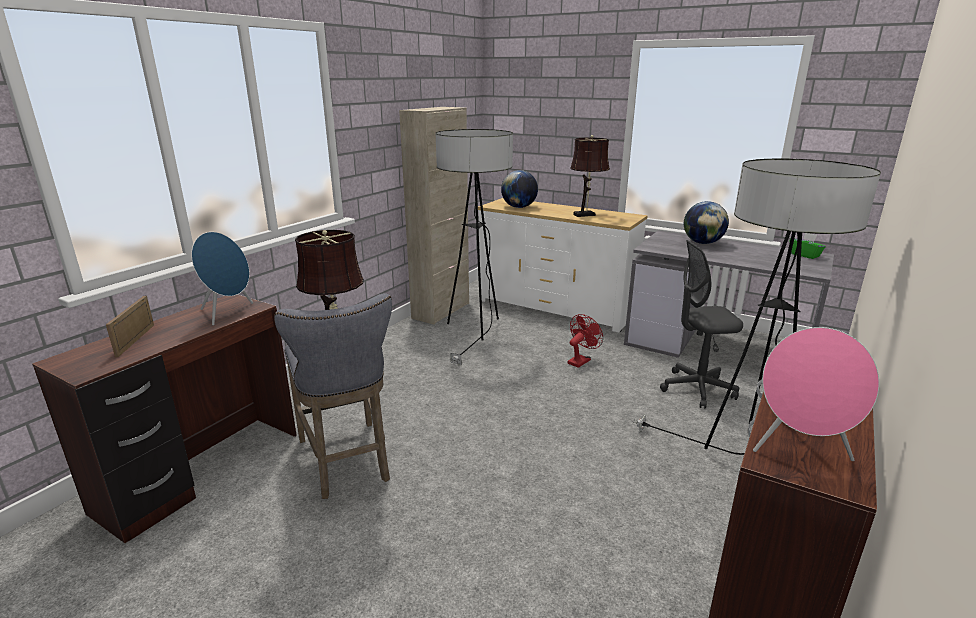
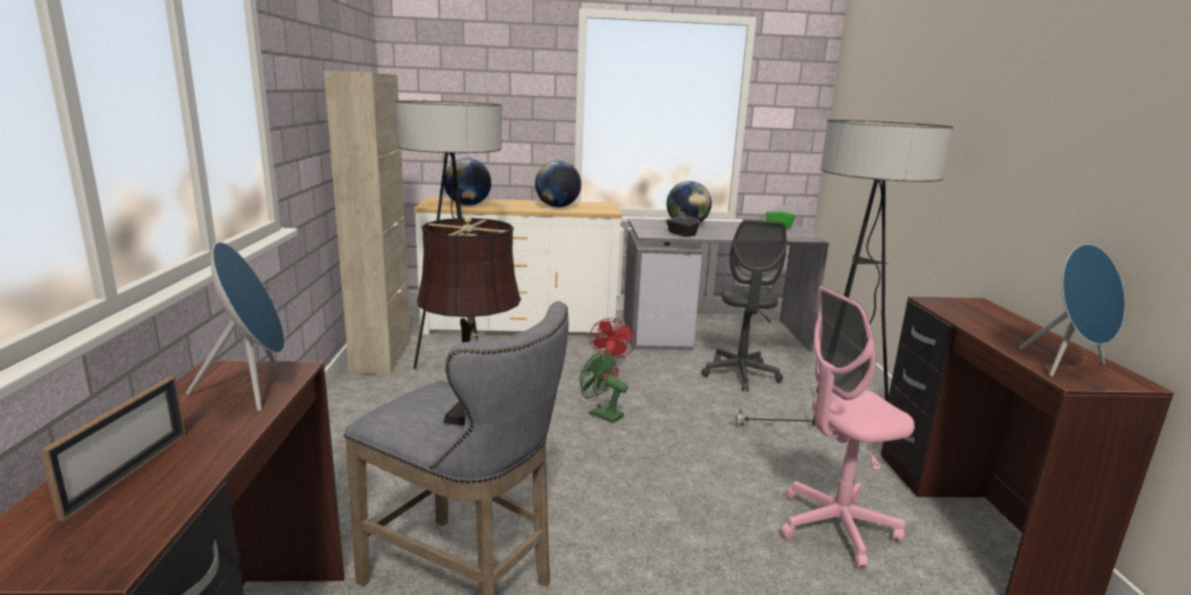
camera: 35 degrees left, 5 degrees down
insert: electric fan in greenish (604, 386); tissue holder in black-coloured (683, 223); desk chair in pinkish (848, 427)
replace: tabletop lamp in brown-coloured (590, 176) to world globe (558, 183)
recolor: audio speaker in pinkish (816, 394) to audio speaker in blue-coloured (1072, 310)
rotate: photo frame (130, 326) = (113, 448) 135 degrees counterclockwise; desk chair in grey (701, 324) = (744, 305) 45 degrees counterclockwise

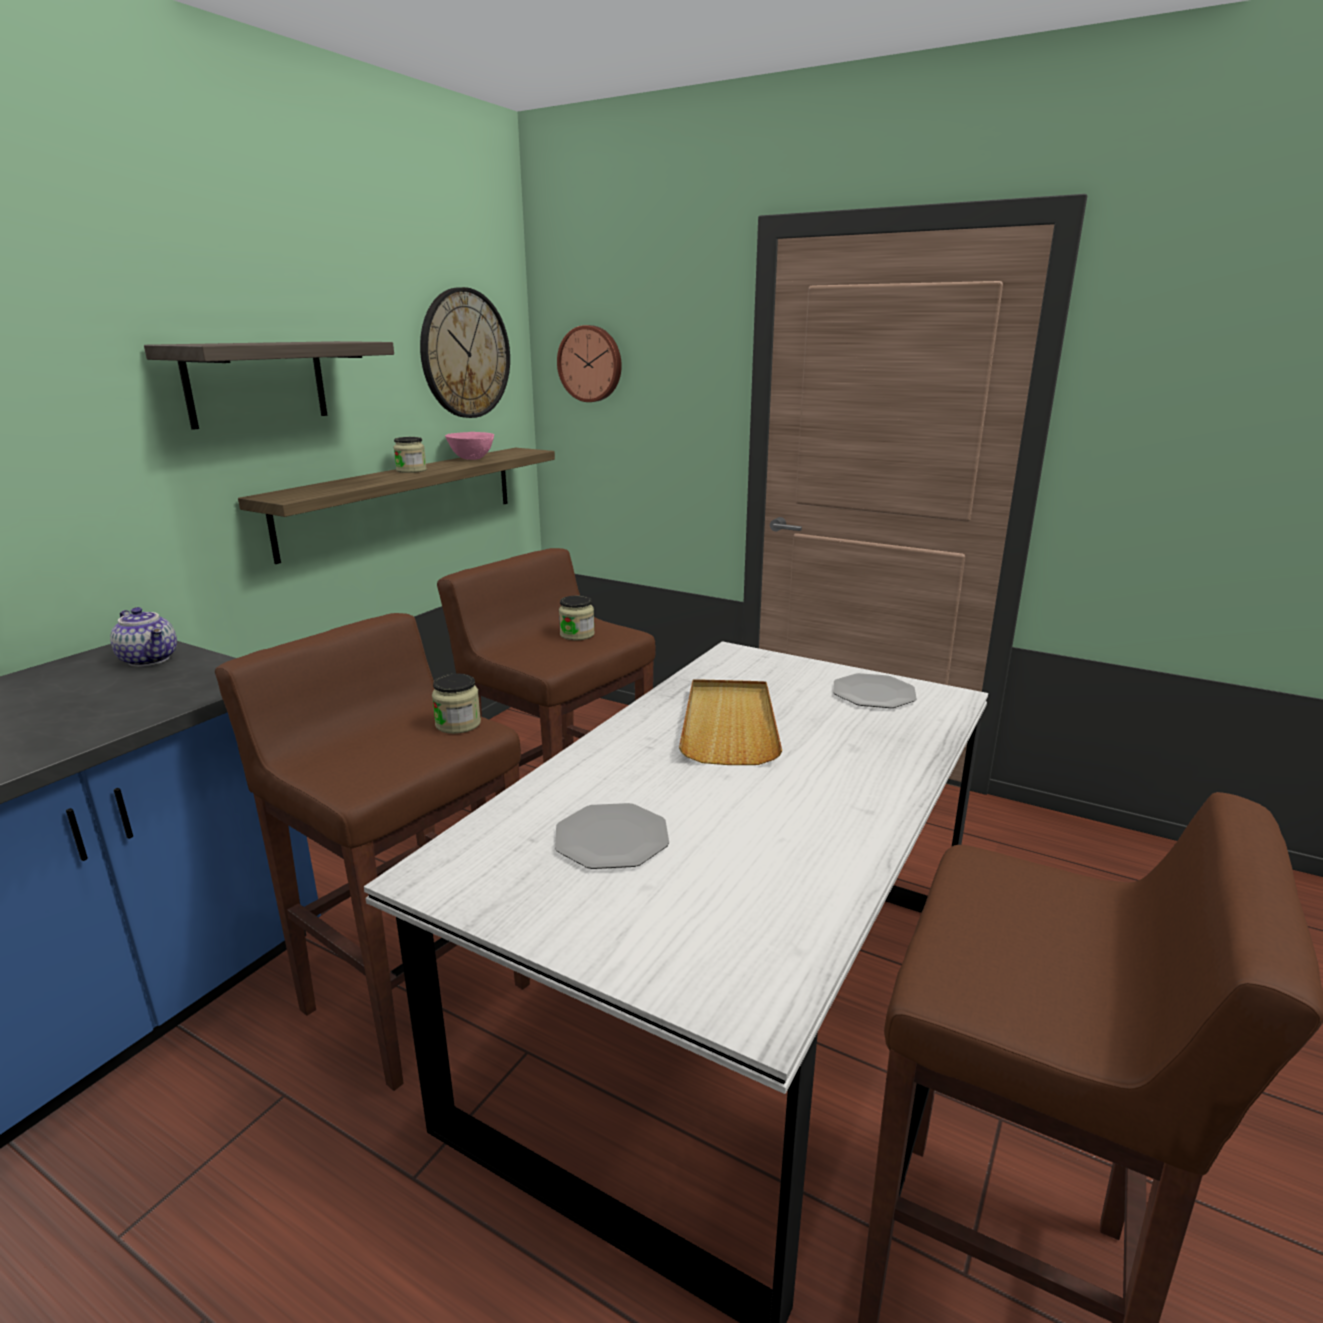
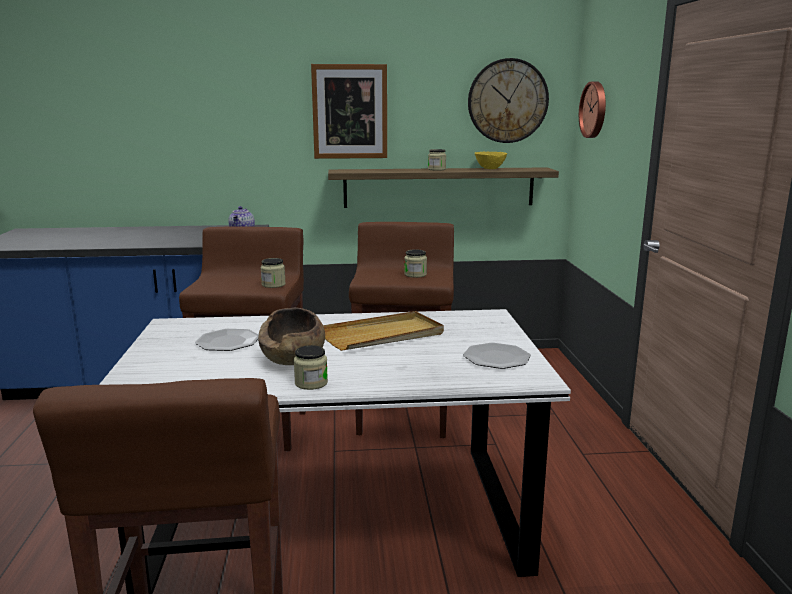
camera: 55 degrees right, 5 degrees down
insert: serving bowl in brown-coloured (291, 336); preserve jar (311, 367)
replace: wall shelf (269, 385) to wall picture (349, 111)
recolor: serving bowl in pinkish (469, 446) to serving bowl in yellowish (491, 160)

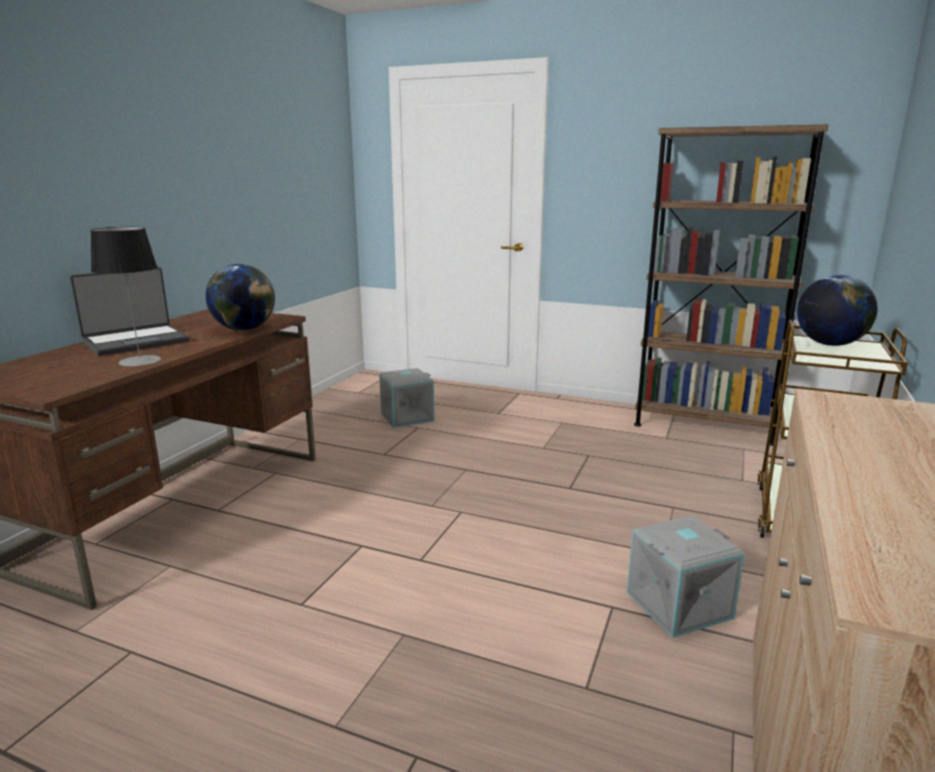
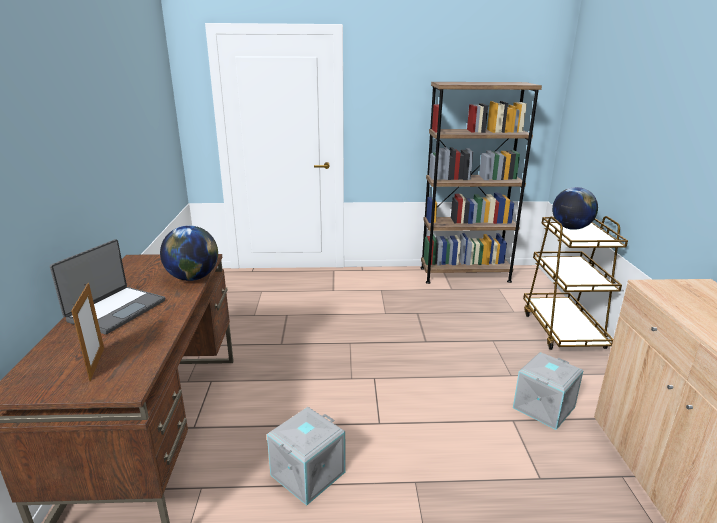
camera: 25 degrees left, 5 degrees up
delete: tabletop lamp (125, 296)
insert: photo frame (87, 332)
move: storage container in grey (406, 398) to (306, 456)

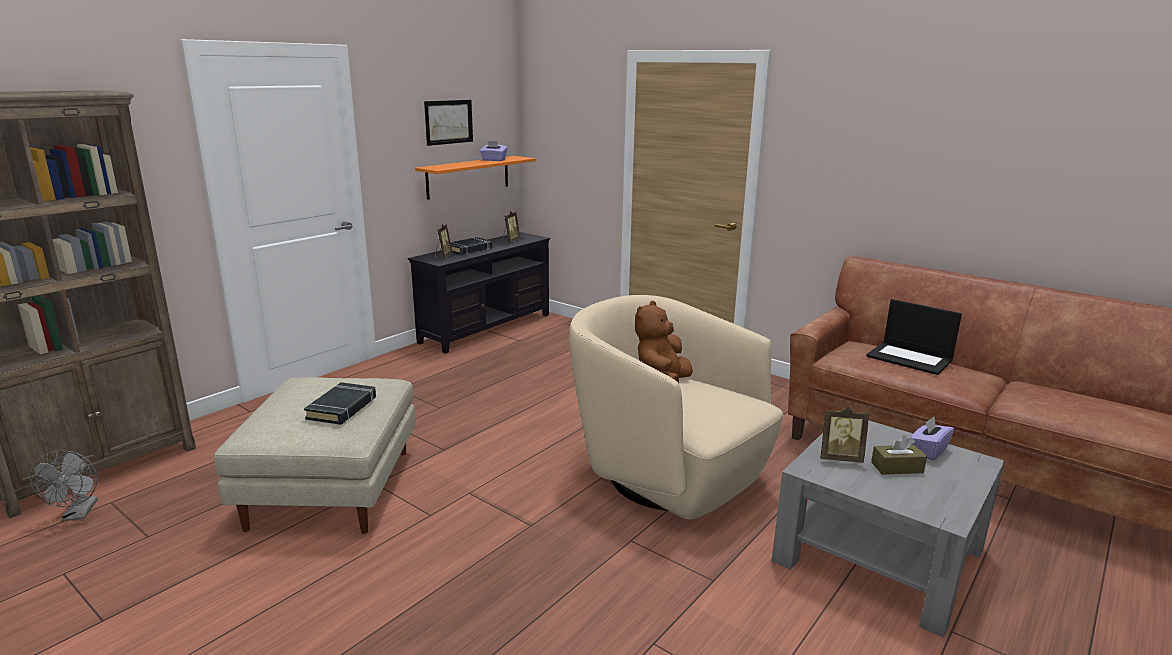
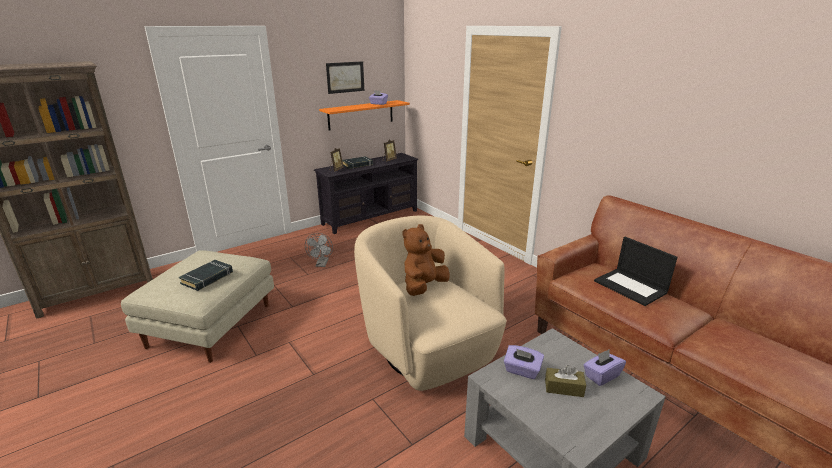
camera: 15 degrees right, 5 degrees up
move: electric fan in grey (64, 485) to (319, 250)
replace: photo frame (844, 434) to tissue holder in purple (524, 362)

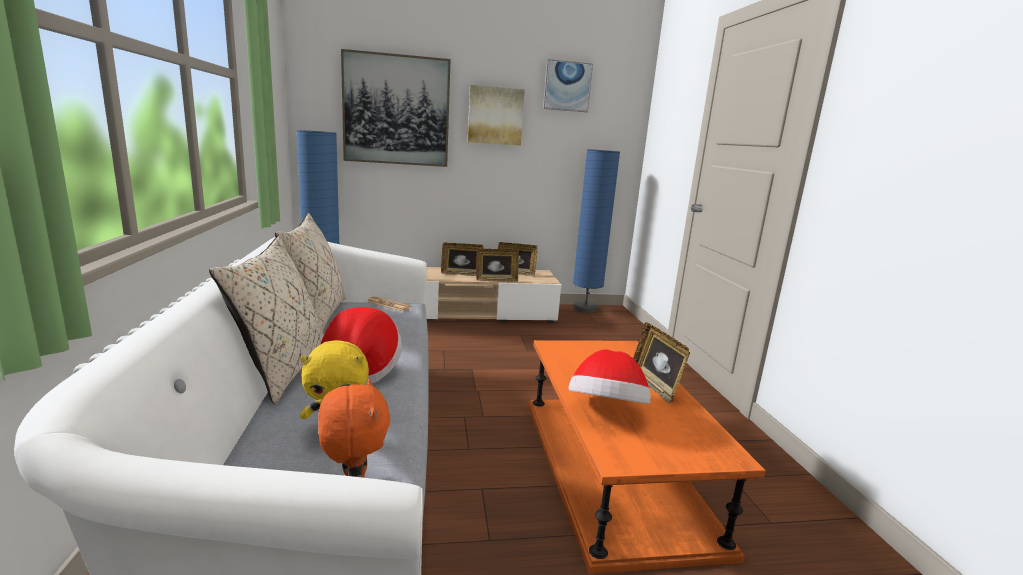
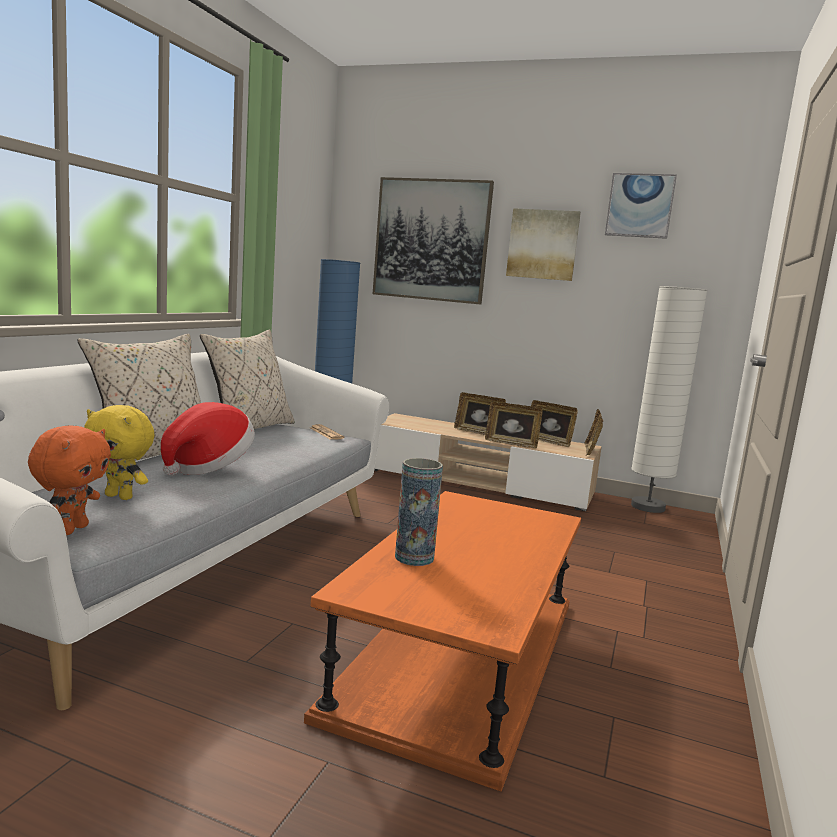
camera: 30 degrees right, 5 degrees down
move: photo frame (661, 363) to (593, 432)
replace: hat (609, 377) to vase (419, 512)
recolor: standard lamp in blue-coloured (596, 231) to standard lamp in whitish (669, 399)

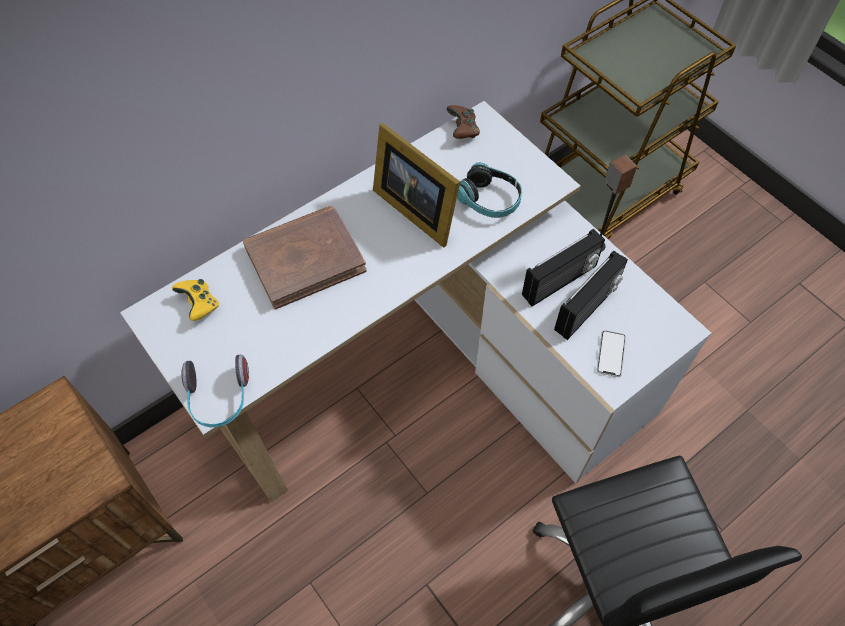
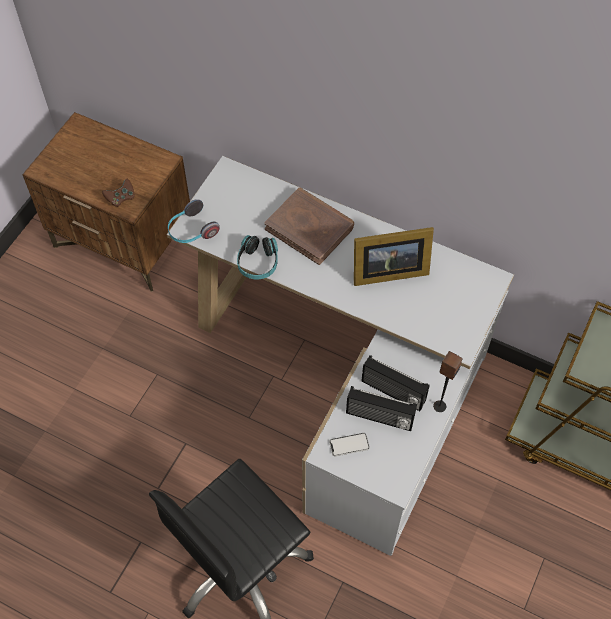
camera: 65 degrees right, 0 degrees up
delete: joypad in yellowish (195, 300)
move: joypad in brown-coloured (463, 122) to (118, 193); pair of headphones (489, 190) to (257, 257)
rotate: photo frame (416, 185) = (394, 256) 120 degrees counterclockwise

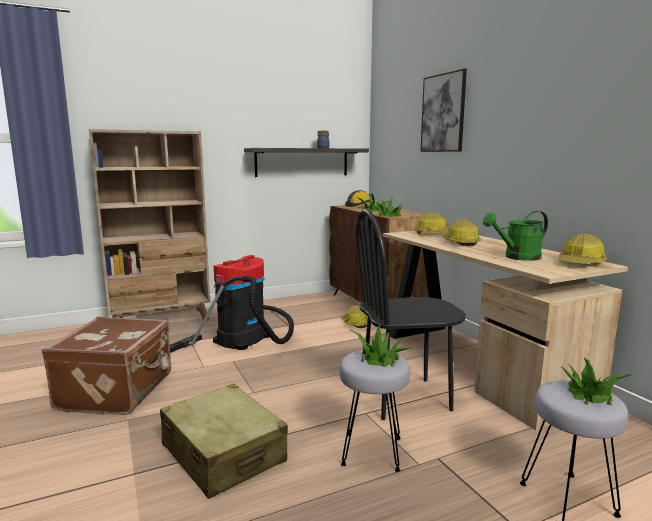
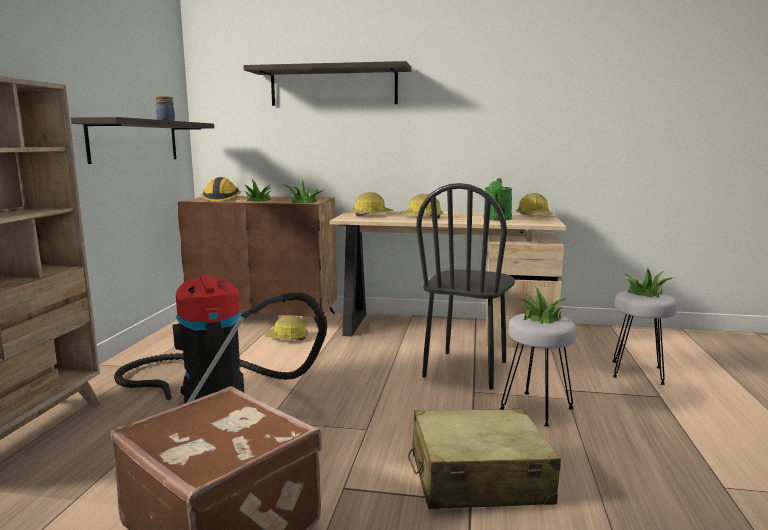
camera: 55 degrees left, 0 degrees up
replace: wall picture (443, 110) to wall shelf (327, 83)

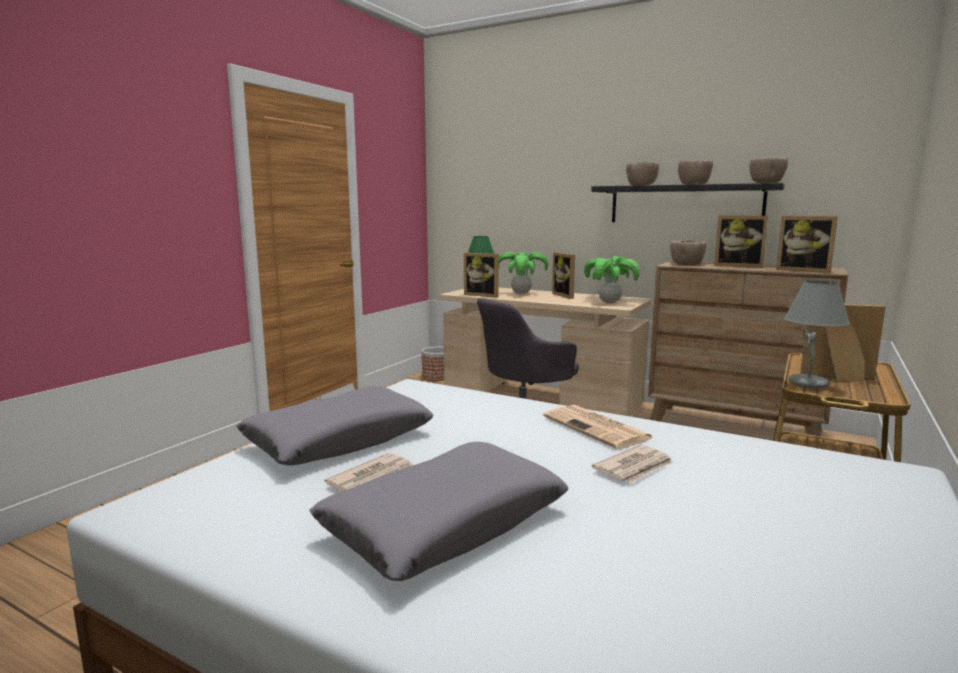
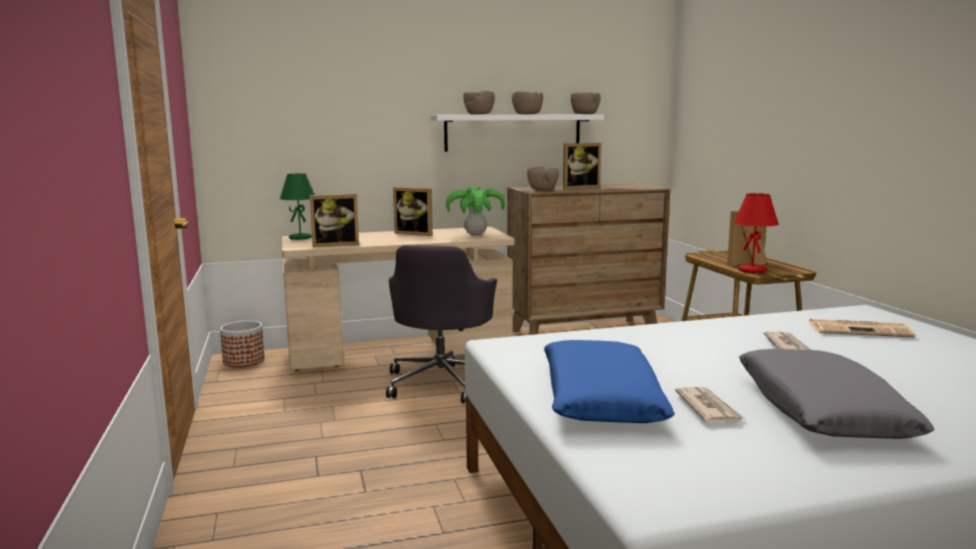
camera: 45 degrees left, 0 degrees up
delete: plant in a pot (523, 273); photo frame (807, 244)
move: newspaper (598, 427) to (862, 328)
recolor: wall shelf in black-coloured (688, 202) to wall shelf in whitish (517, 133); pillow in grey (334, 426) to pillow in blue-coloured (609, 381); tabletop lamp in grey (817, 334) to tabletop lamp in red-coloured (756, 233)

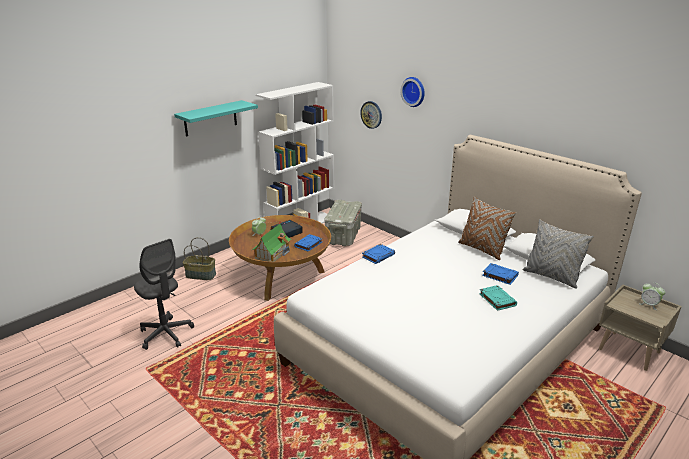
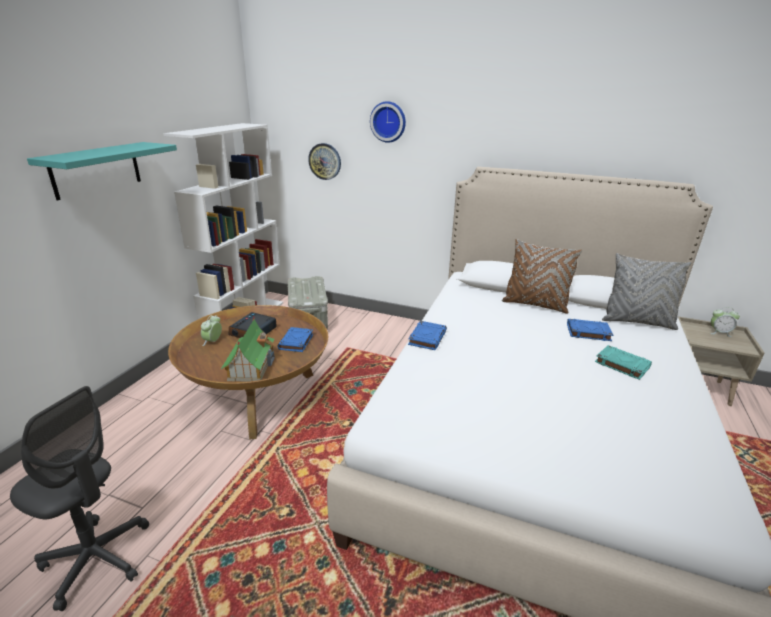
camera: 25 degrees left, 0 degrees up
delete: storage basket (199, 258)

